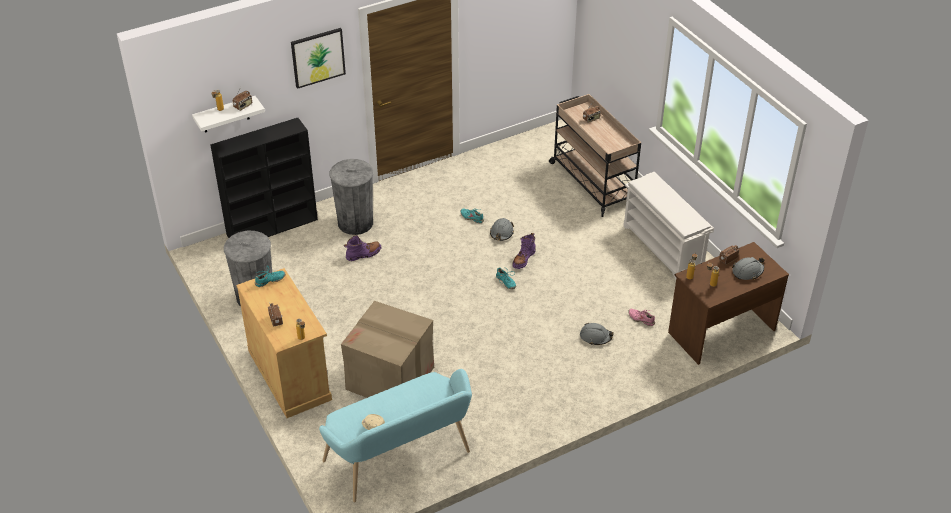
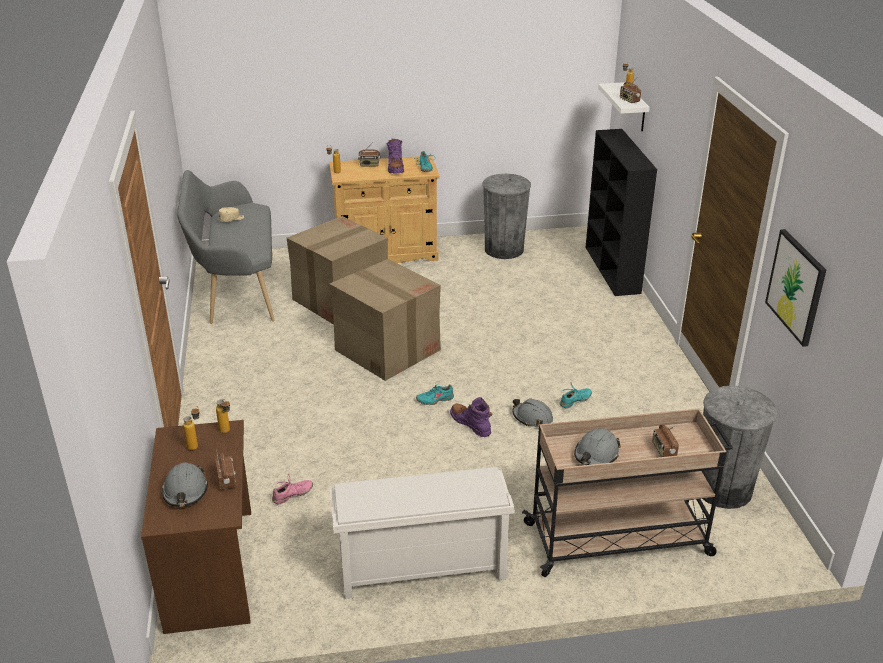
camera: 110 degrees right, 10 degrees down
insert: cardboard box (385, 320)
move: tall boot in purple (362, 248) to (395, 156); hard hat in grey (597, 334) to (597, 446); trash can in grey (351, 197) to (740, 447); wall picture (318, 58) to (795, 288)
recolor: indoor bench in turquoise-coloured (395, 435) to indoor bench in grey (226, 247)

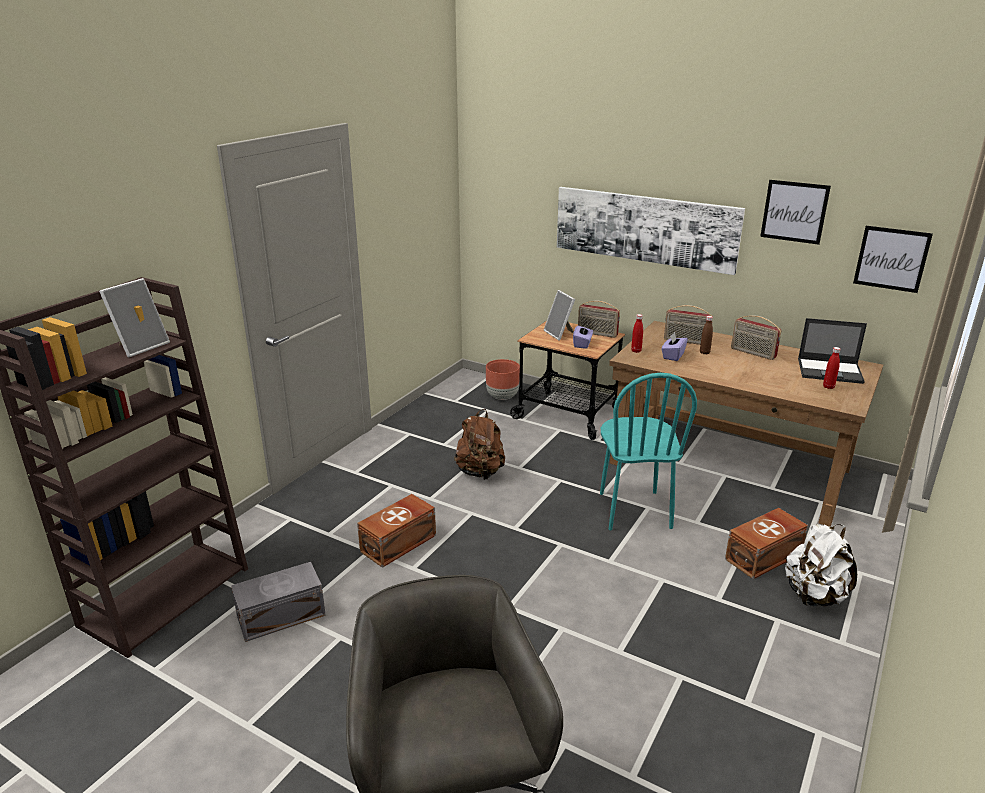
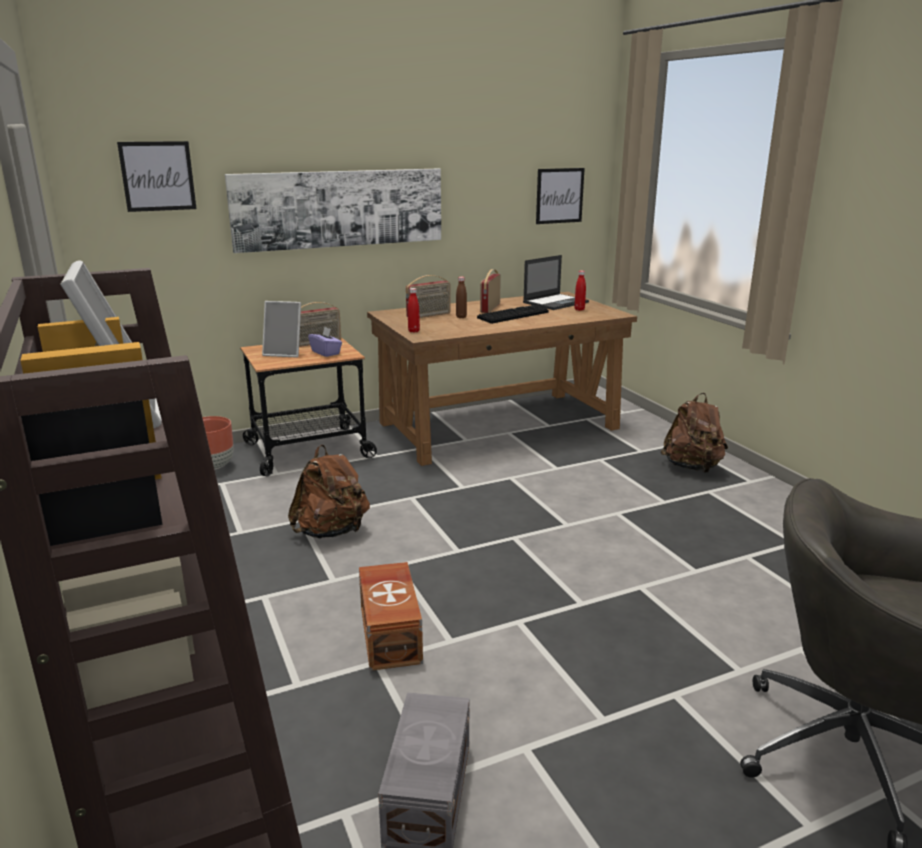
camera: 55 degrees left, 5 degrees down
delete: plain chair in turquoise-coloured (648, 451); tissue holder in purple (674, 346); storage container in brown-coloured (766, 543)
insert: keyboard (513, 314)
move: wall picture (795, 212) to (156, 176)
recolor: rucksack in whitish (821, 565) to rucksack in brown-coloured (694, 433)
rotate: radio set (756, 337) = (490, 291) 120 degrees clockwise

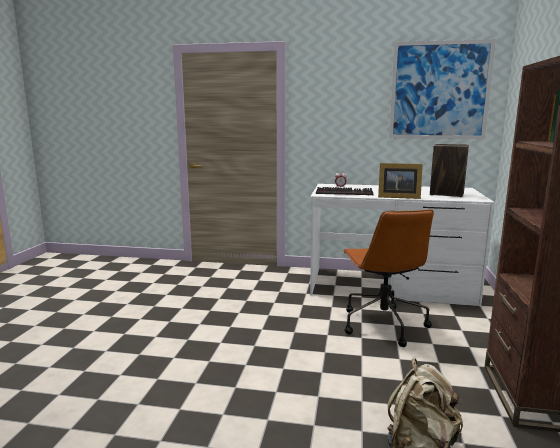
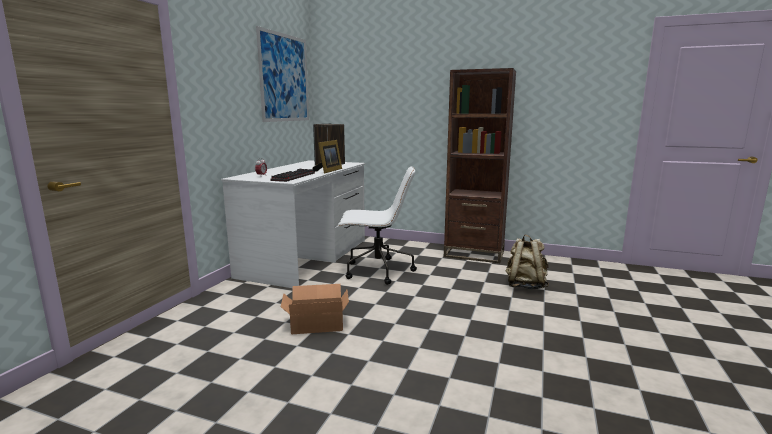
camera: 80 degrees left, 0 degrees up
insert: cardboard box (315, 309)
recolor: desk chair in brown-coloured (388, 278) to desk chair in whitish (377, 225)

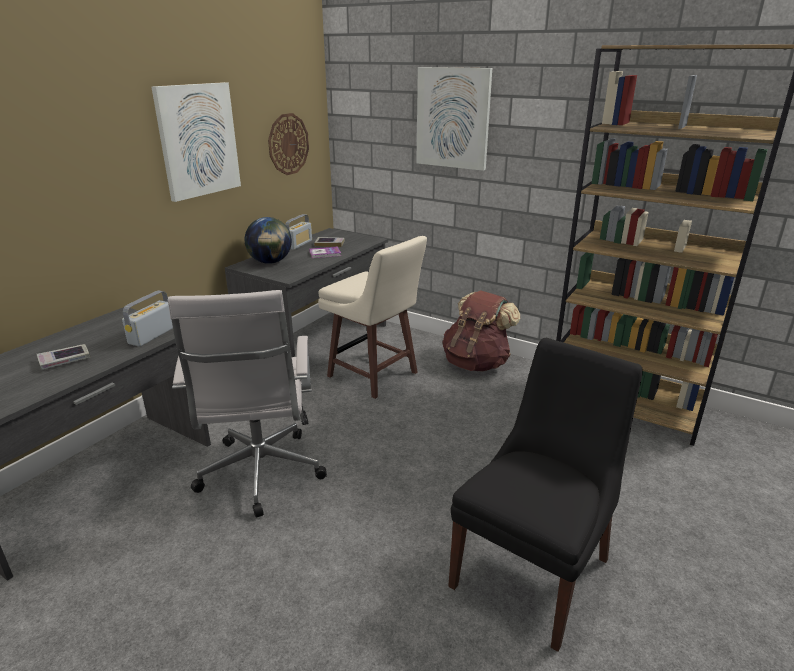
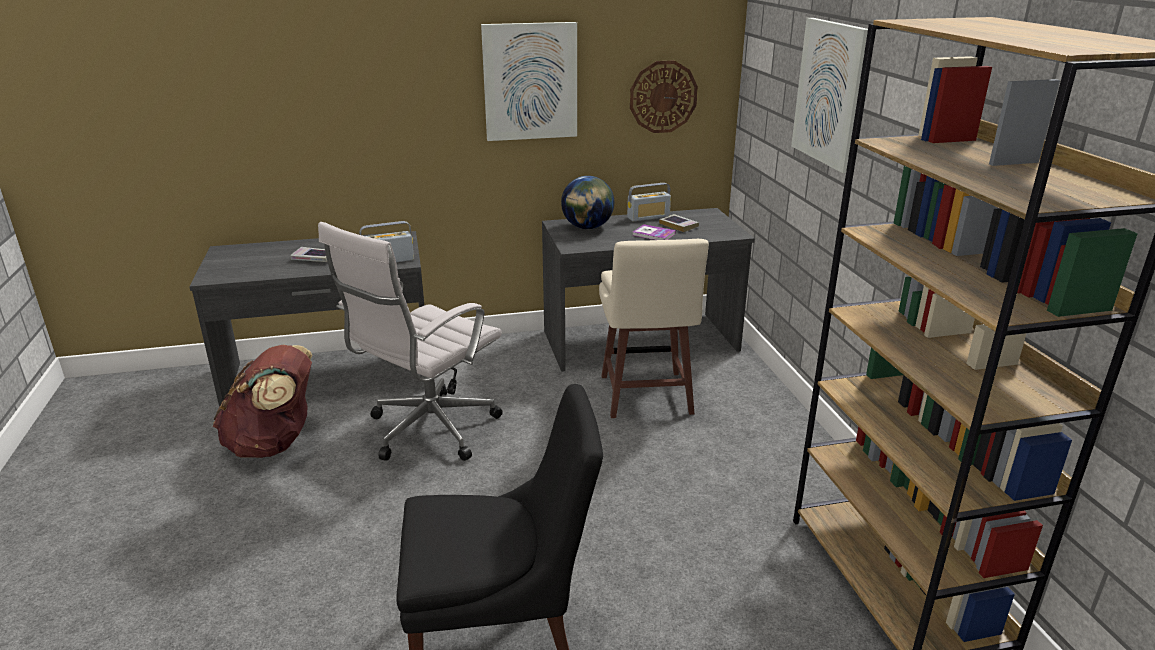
camera: 45 degrees right, 0 degrees up
move: rucksack in brown-coloured (481, 331) to (262, 401)

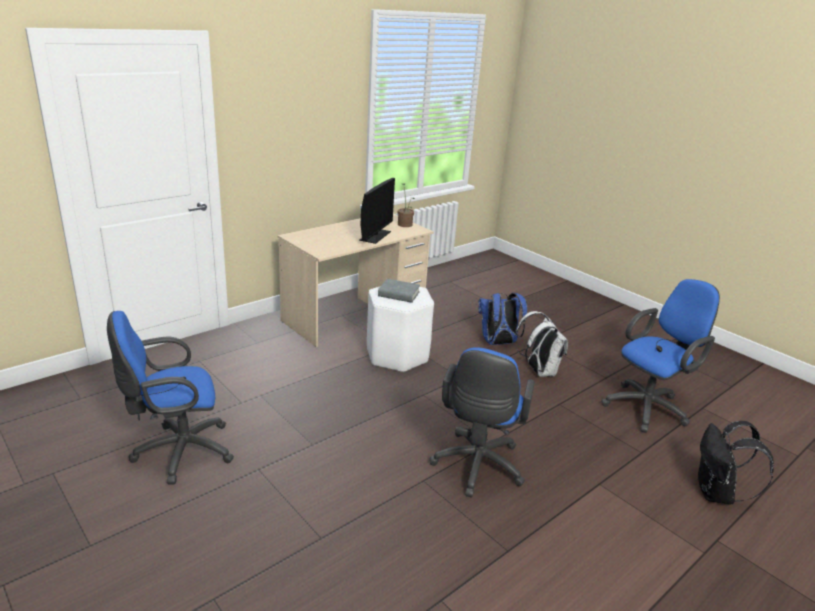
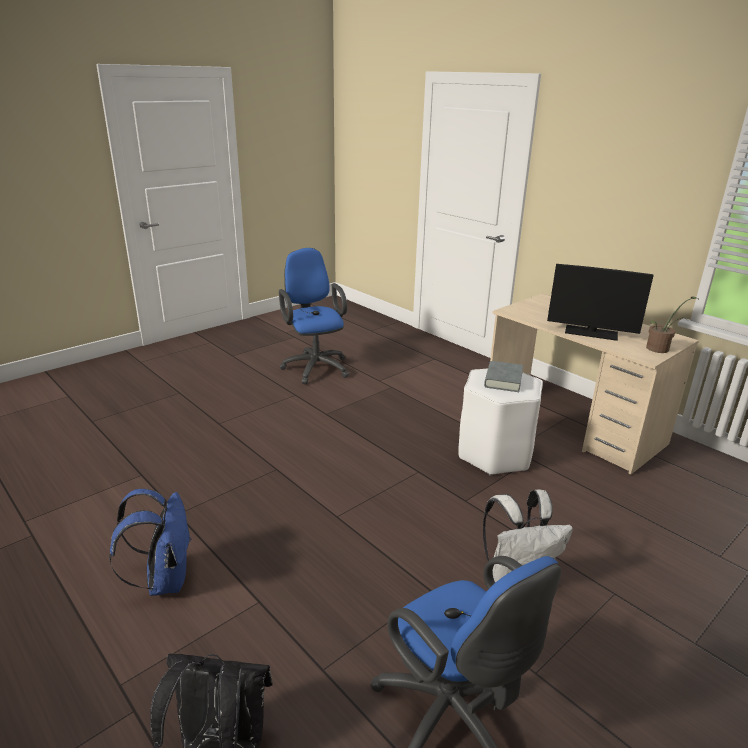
camera: 90 degrees right, 0 degrees up
delete: desk chair in blue-coloured (482, 422)
move: rucksack in blue-coloured (502, 319) to (149, 542)

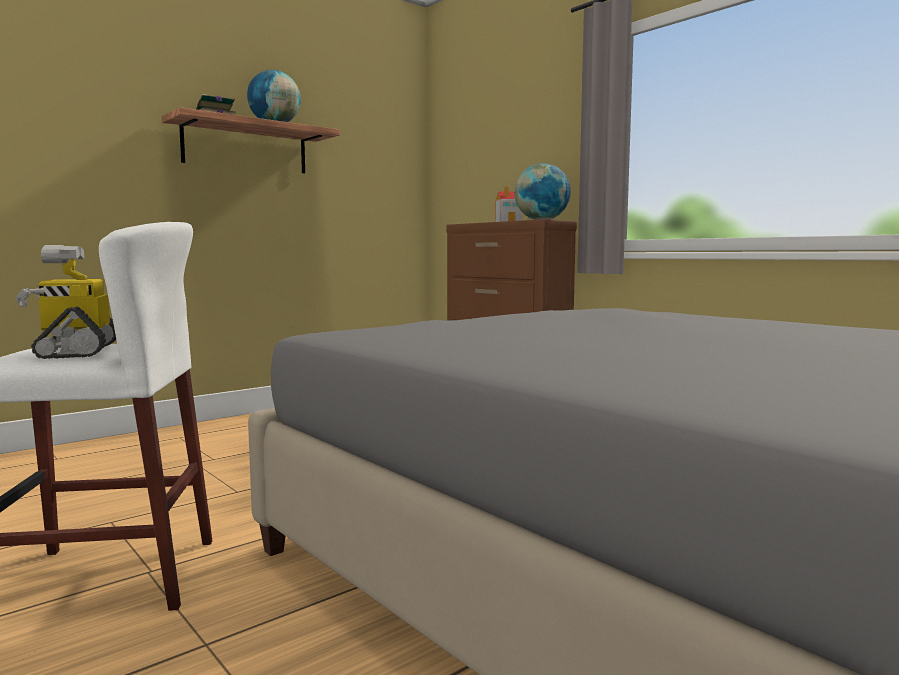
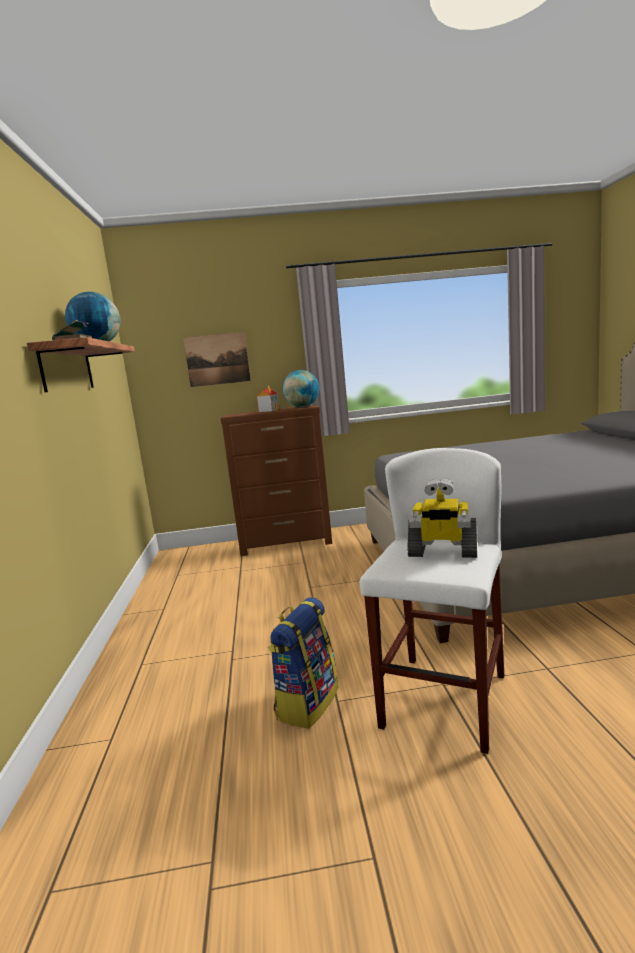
camera: 55 degrees left, 5 degrees up
insert: wall picture (217, 359); rucksack (303, 663)

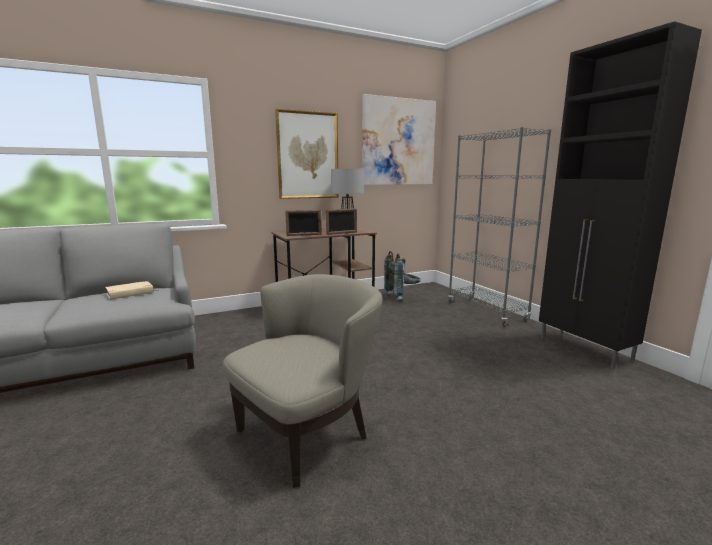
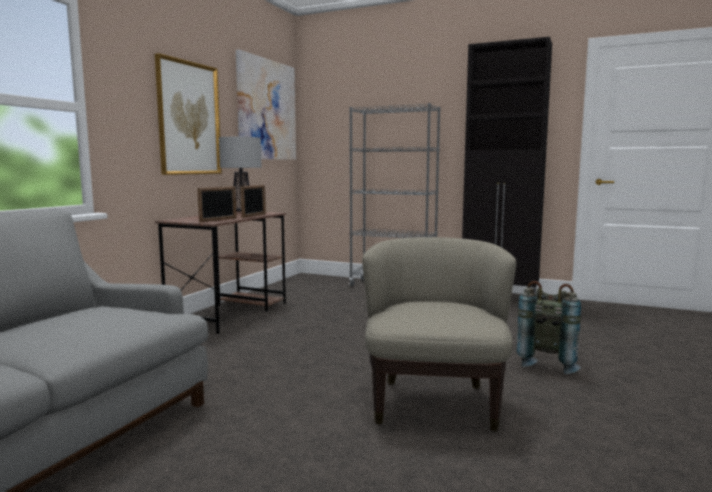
camera: 40 degrees left, 5 degrees down
delete: volume in beige-coloured (131, 290)
move: rucksack in grey (402, 276) to (548, 327)

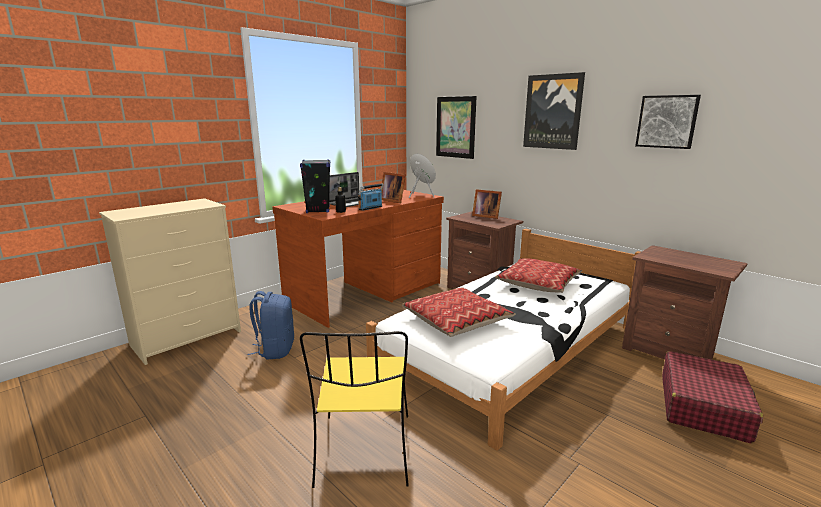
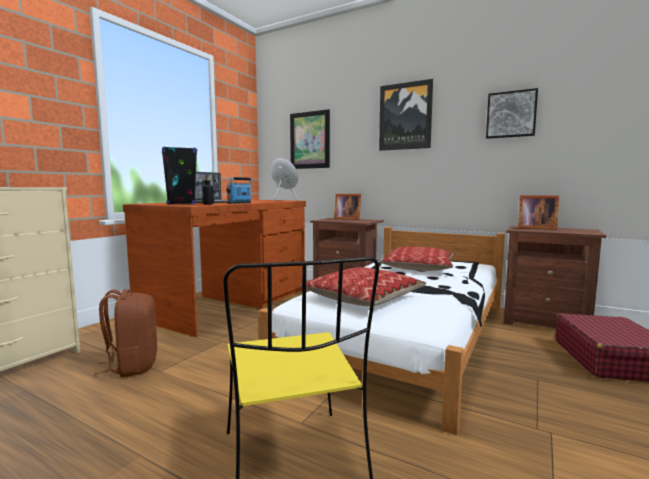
camera: 15 degrees left, 10 degrees down
move: photo frame (394, 187) to (538, 212)
recolor: rucksack in blue-coloured (271, 325) to rucksack in brown-coloured (125, 333)

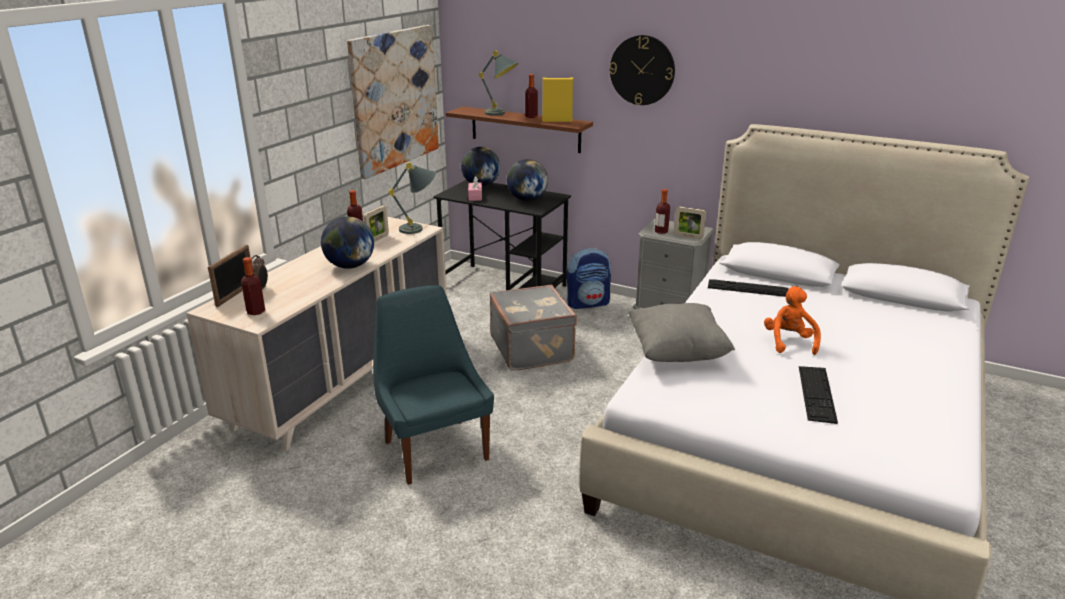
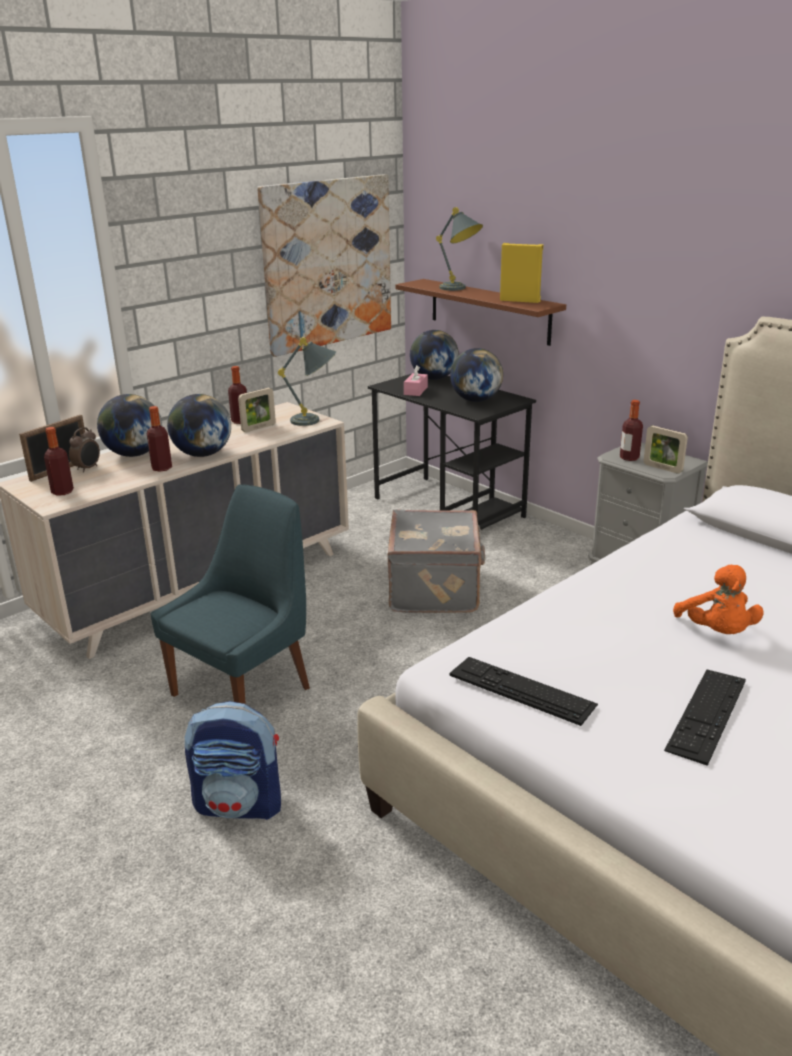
camera: 20 degrees right, 0 degrees up
delete: clock on the wall (642, 70); pillow in grey (681, 332)
insert: world globe (129, 425)
move: drink bottle (531, 96) to (159, 439); rucksack (589, 278) to (233, 760); keyboard (748, 288) to (524, 691)
rotate: plain chair in blue-coloured (433, 385) = (230, 594) 45 degrees clockwise; soft toy in orange-coloured (792, 320) = (718, 599) 150 degrees clockwise

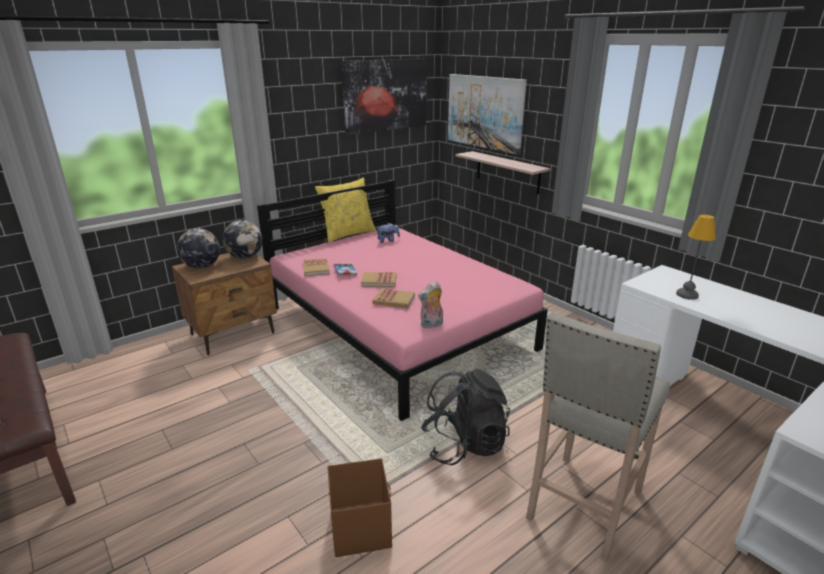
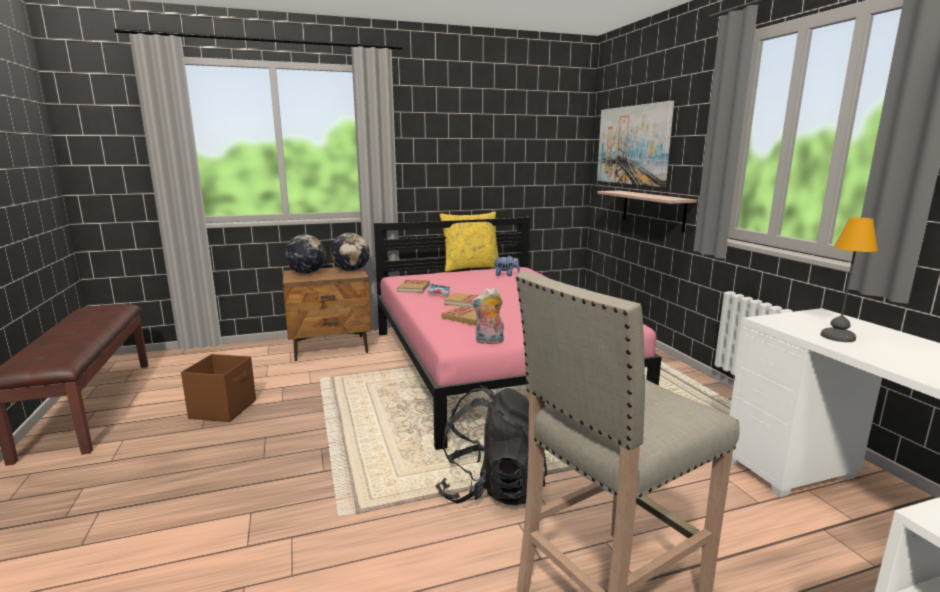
camera: 20 degrees right, 10 degrees down
delete: wall picture (384, 96)
move: storage container in brown-coloured (359, 507) to (218, 388)

